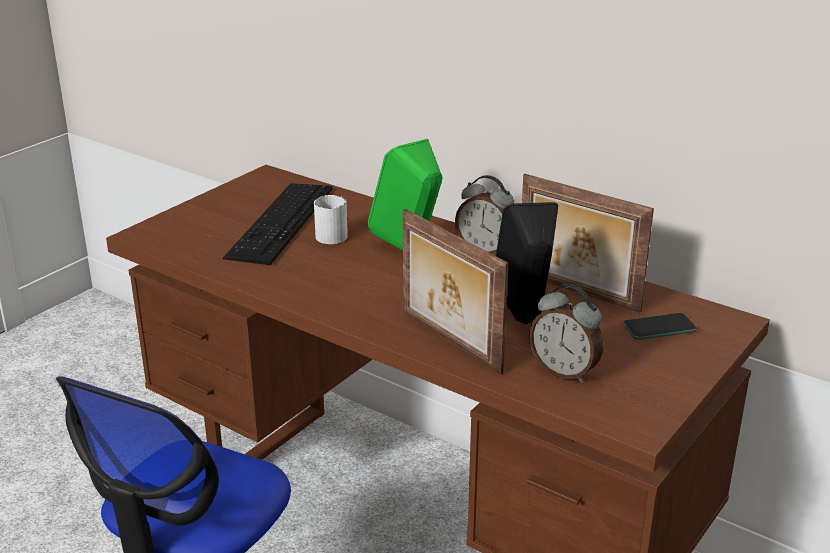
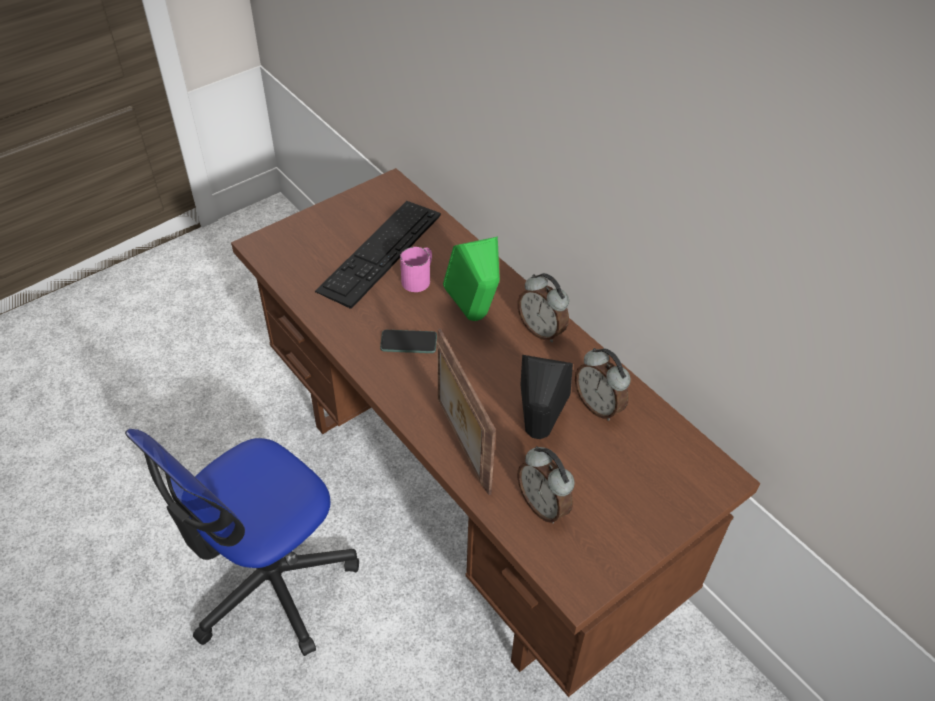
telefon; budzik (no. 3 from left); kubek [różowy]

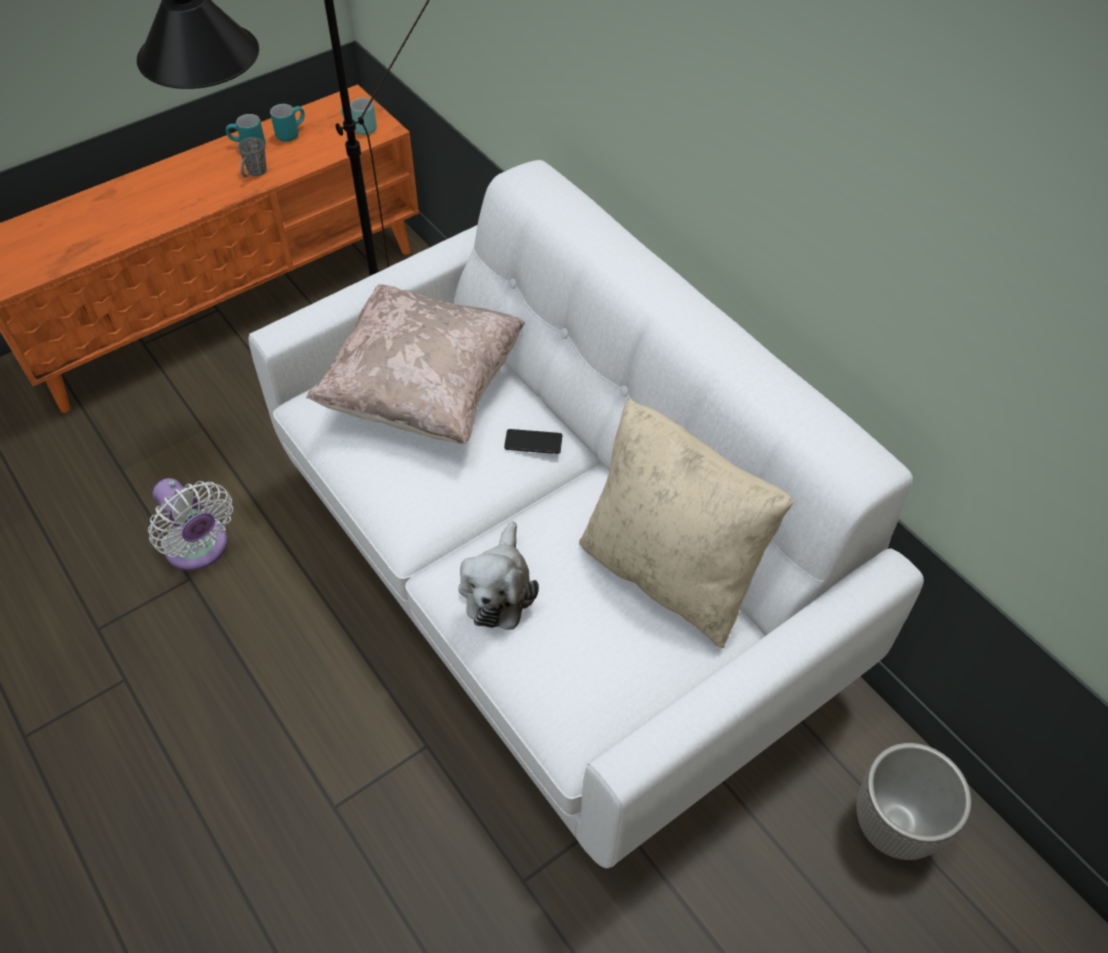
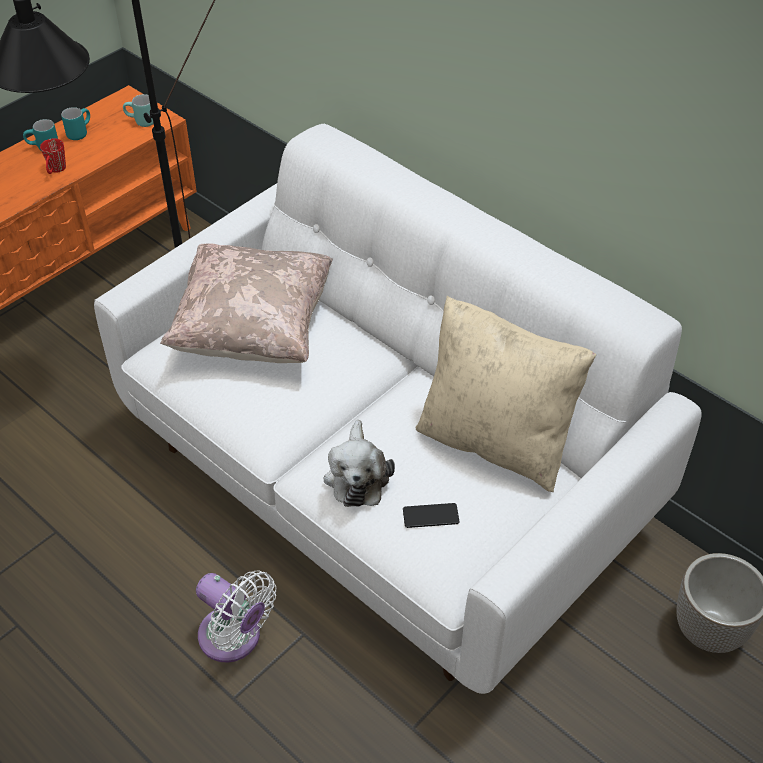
wentylator [biały]; telefon; kubek [czerwony]

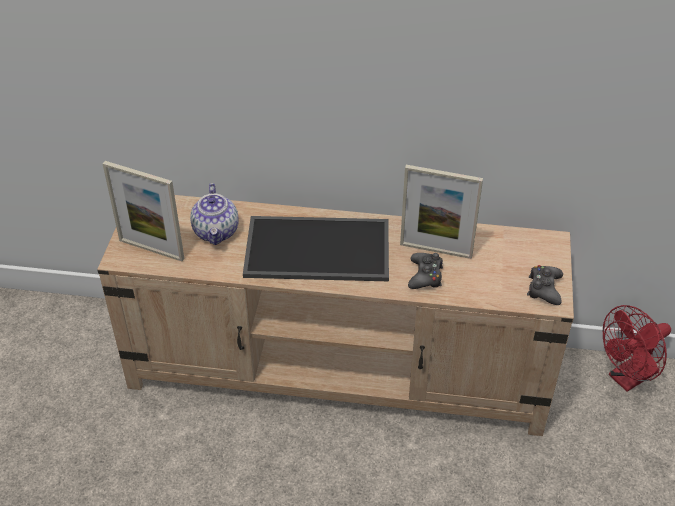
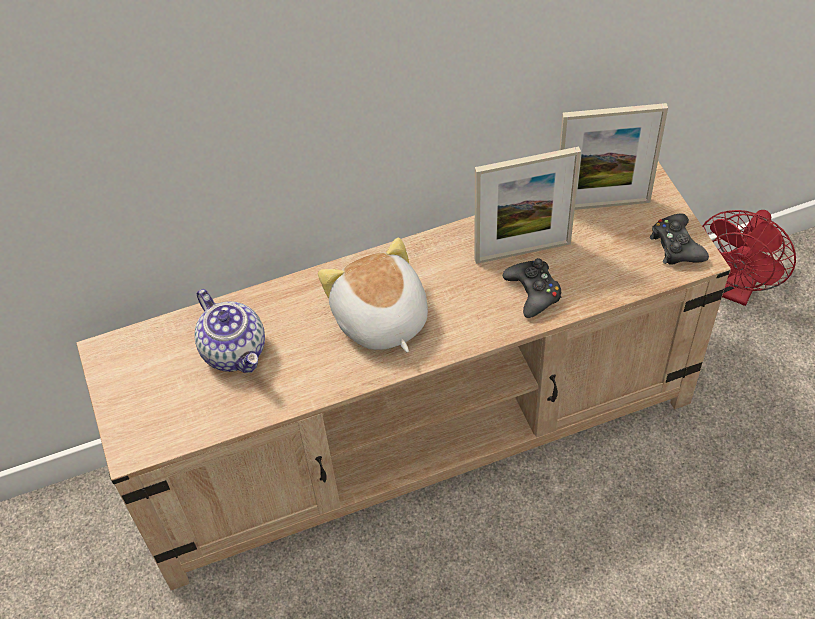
ramka na zdjęcie (no. 2 from left); pluszak

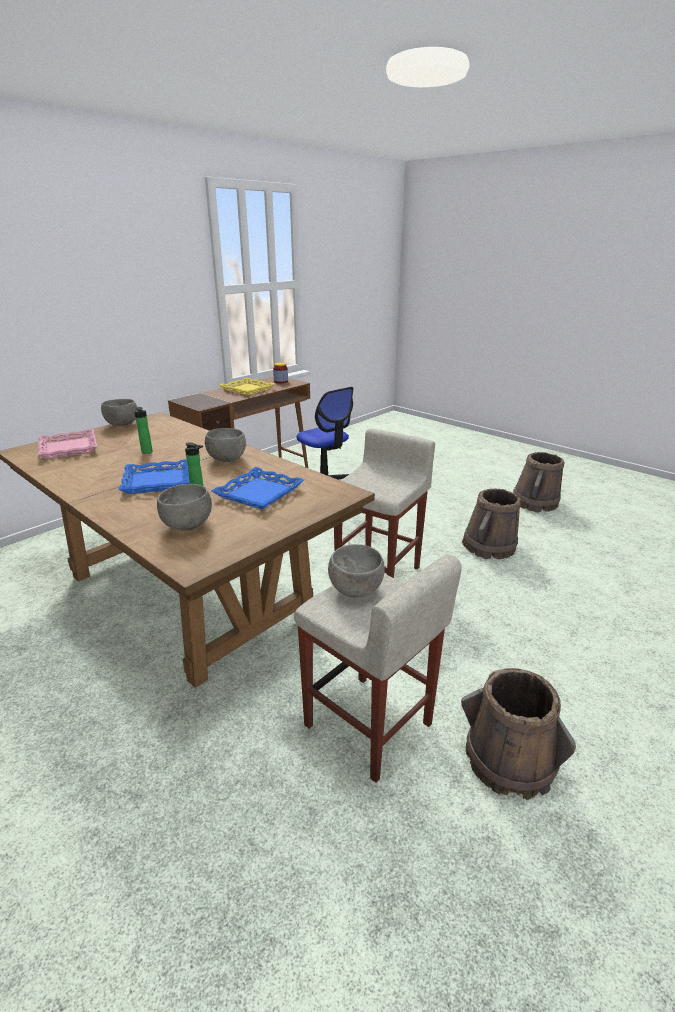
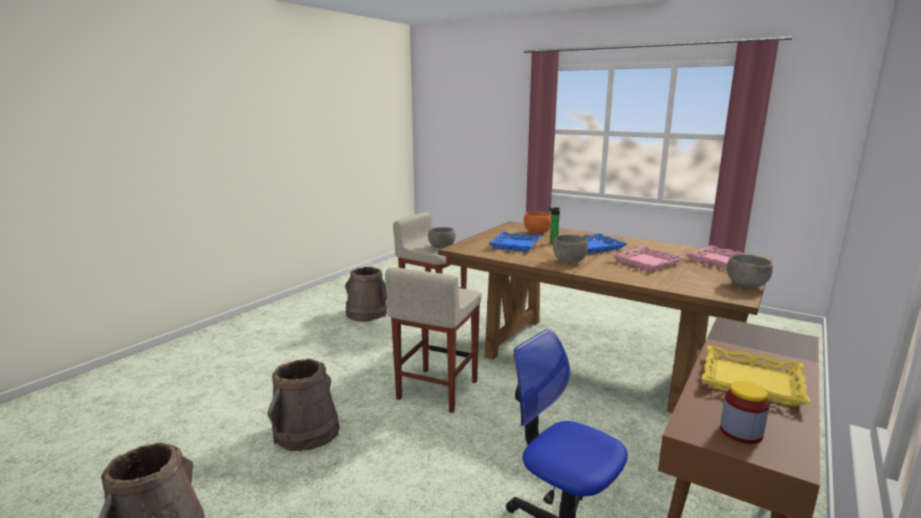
taca [różowy] (no. 1 from left); miska [pomarańczowy]

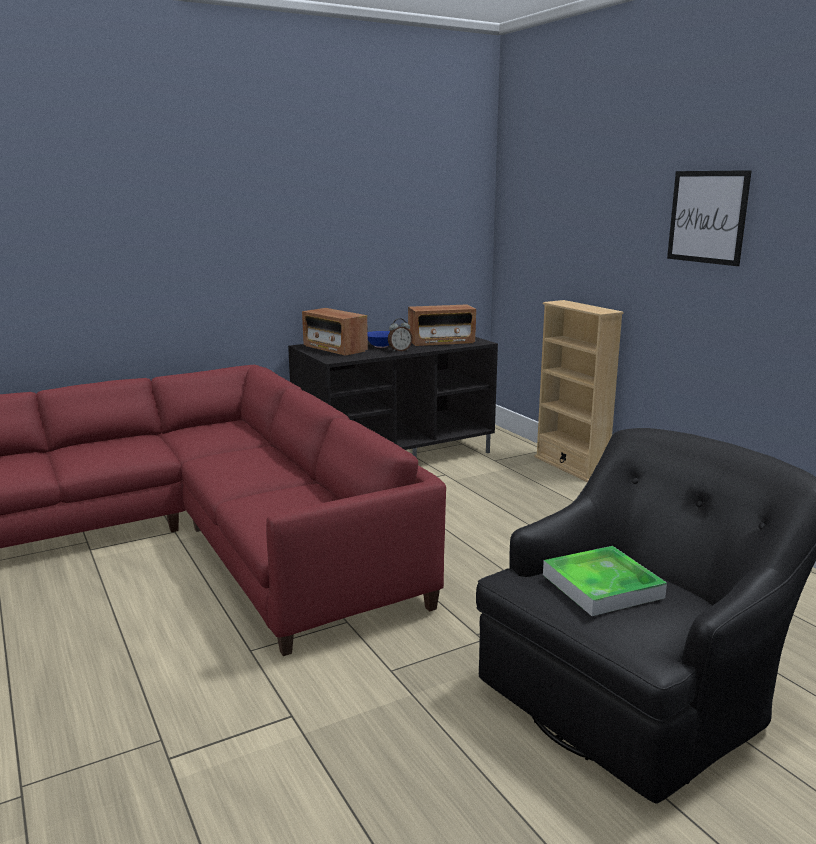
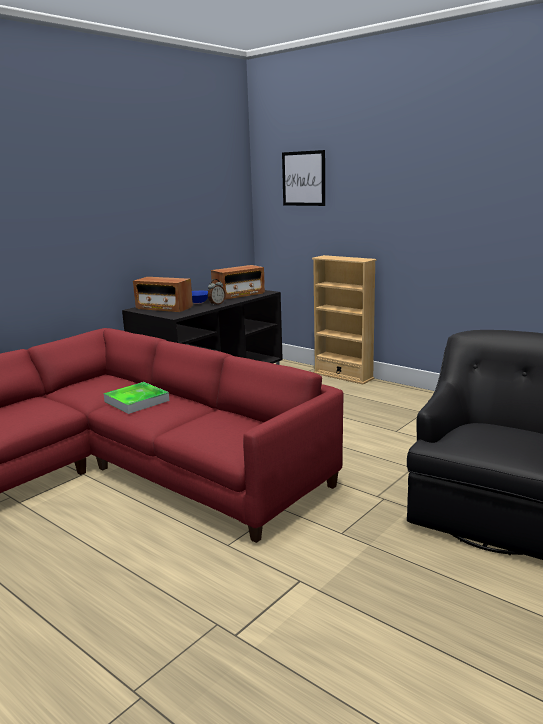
taca; obraz

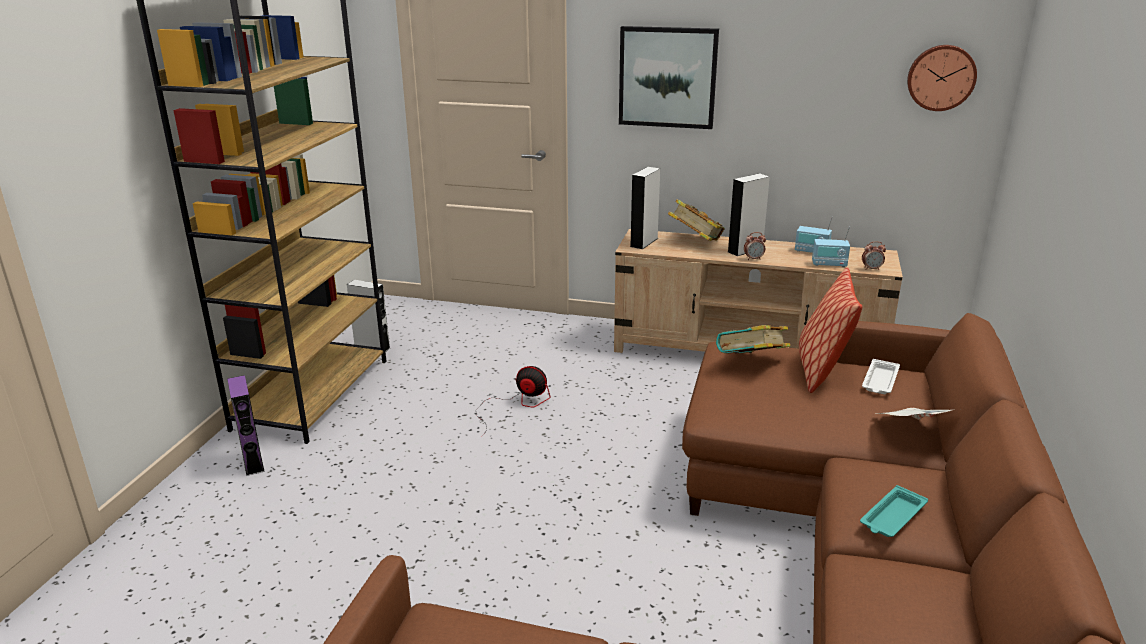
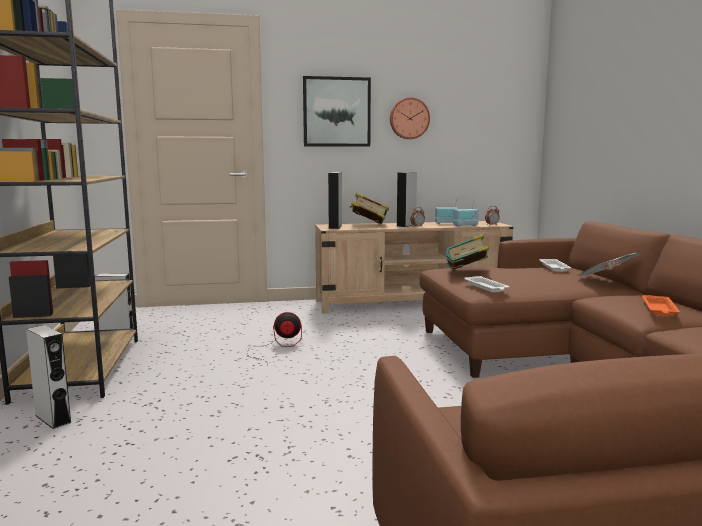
poduszka; taca [biały] (no. 1 from left); zegar ścienny; głośnik [szary] (no. 1 from left); taca [pomarańczowy]

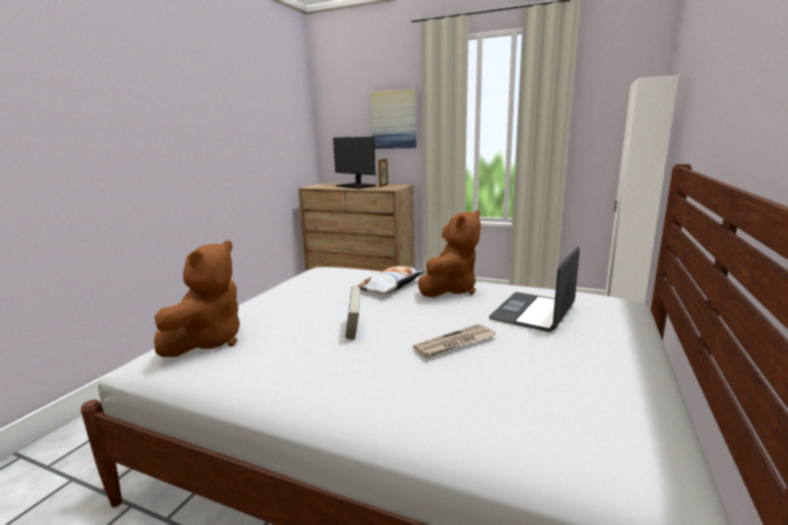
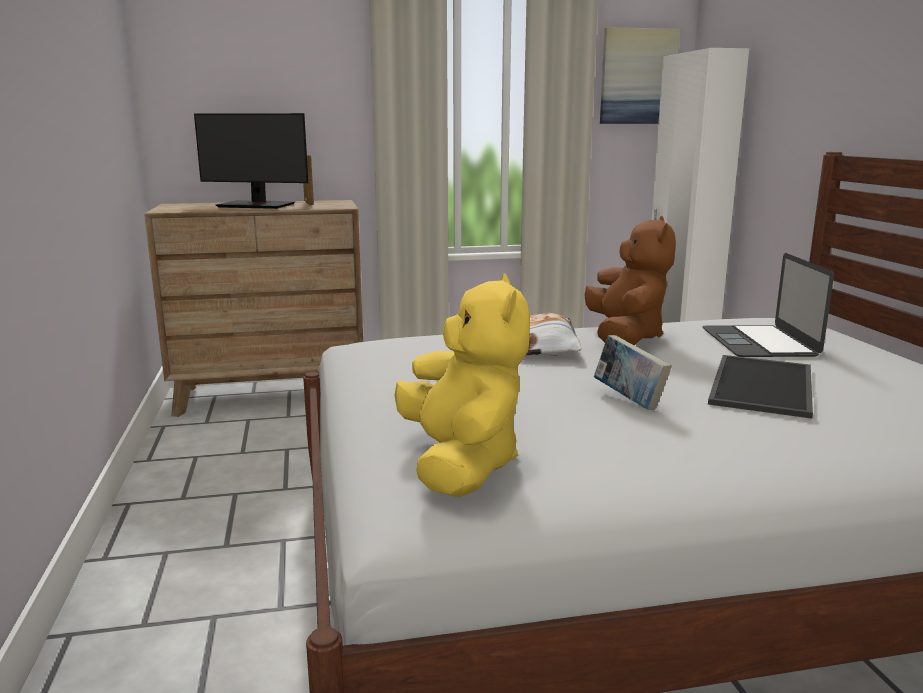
obraz; taca; pluszak [żółty]

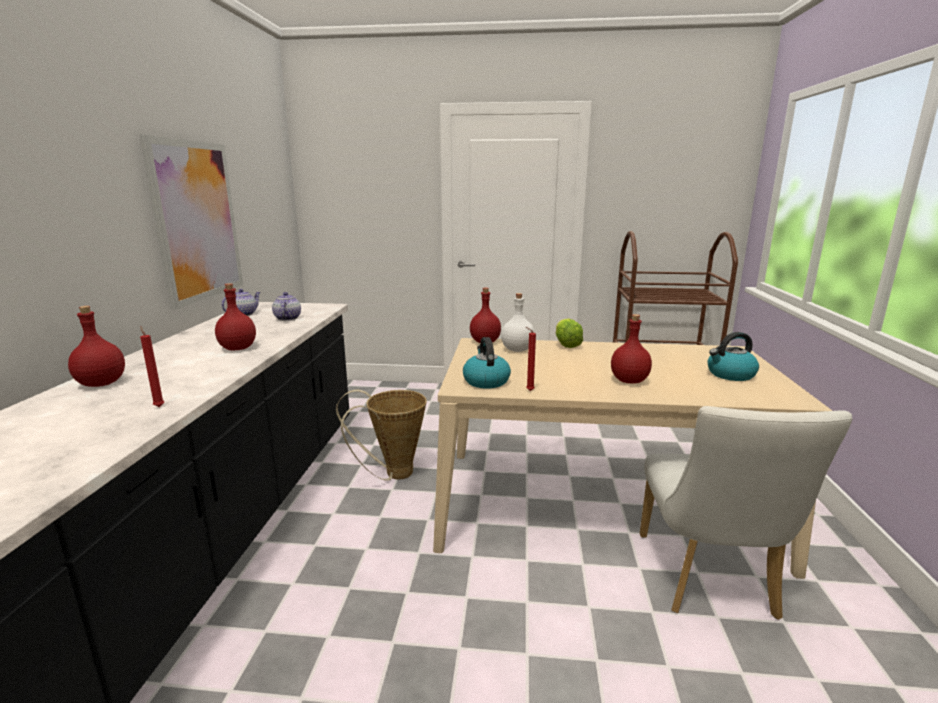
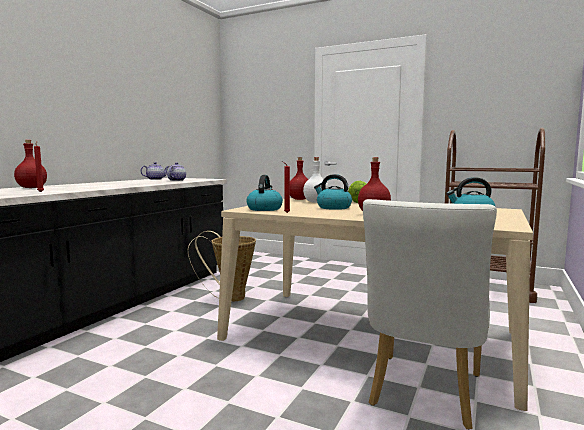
obraz; butelka [czerwony] (no. 2 from left in the first image); czajnik (no. 2 from left)

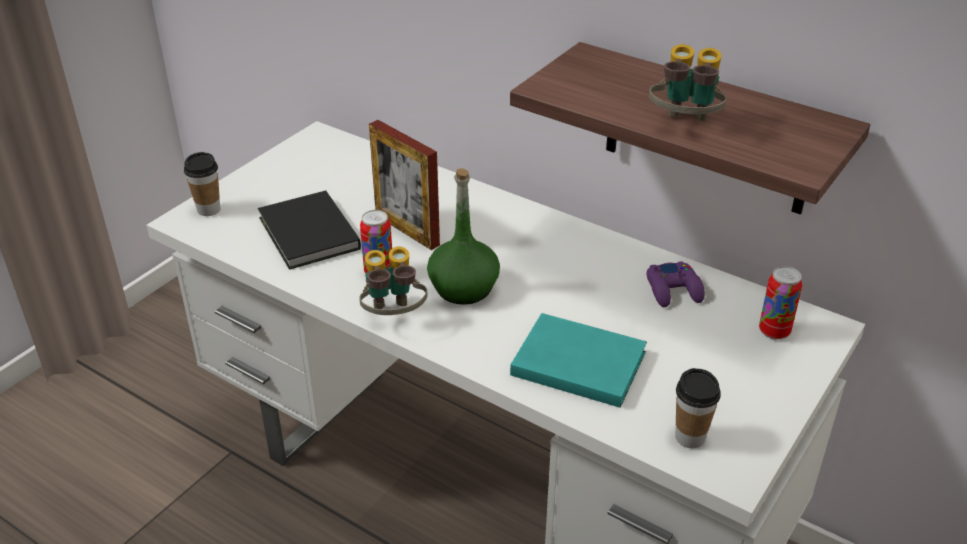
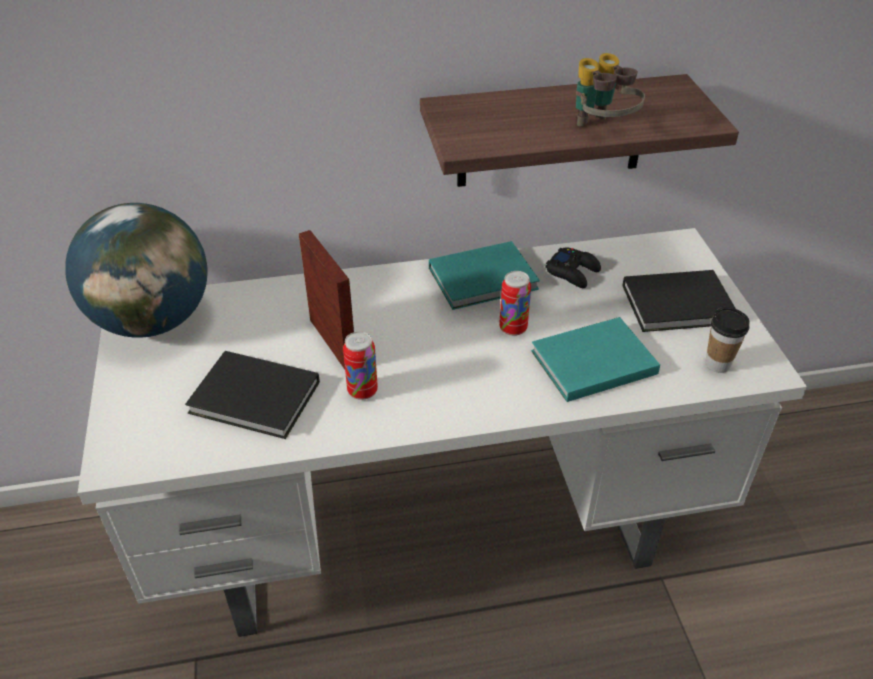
filiżanka (no. 1 from left in the first image); lornetka (no. 1 from left in the first image); butelka [zielony]; globus; książka [turkusowy] (no. 1 from left); książka [czarny] (no. 2 from left); puszka (no. 2 from left); pad do gier [czarny]; ramka na zdjęcie

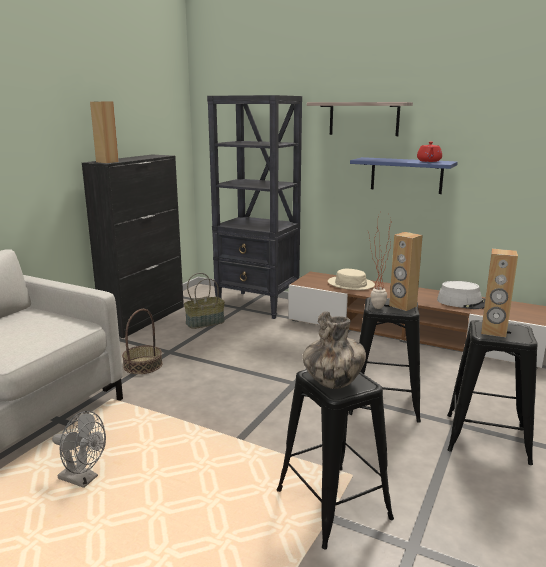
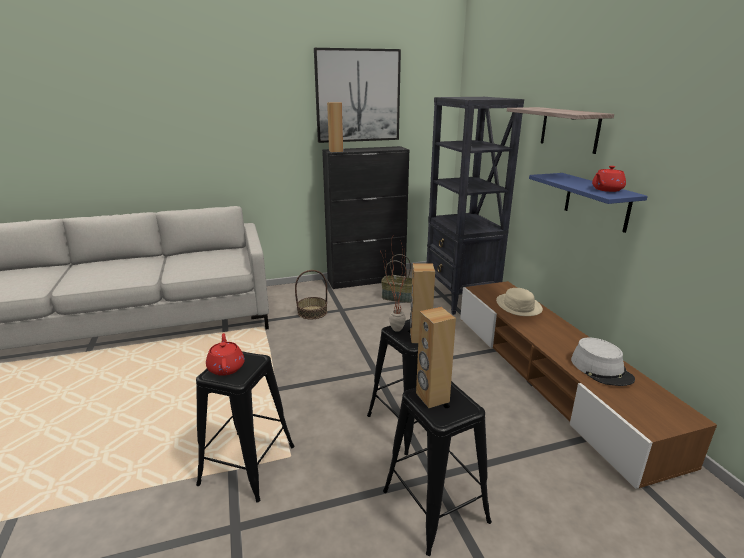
wentylator [szary]; obraz; imbryk [czerwony] (no. 1 from left)

